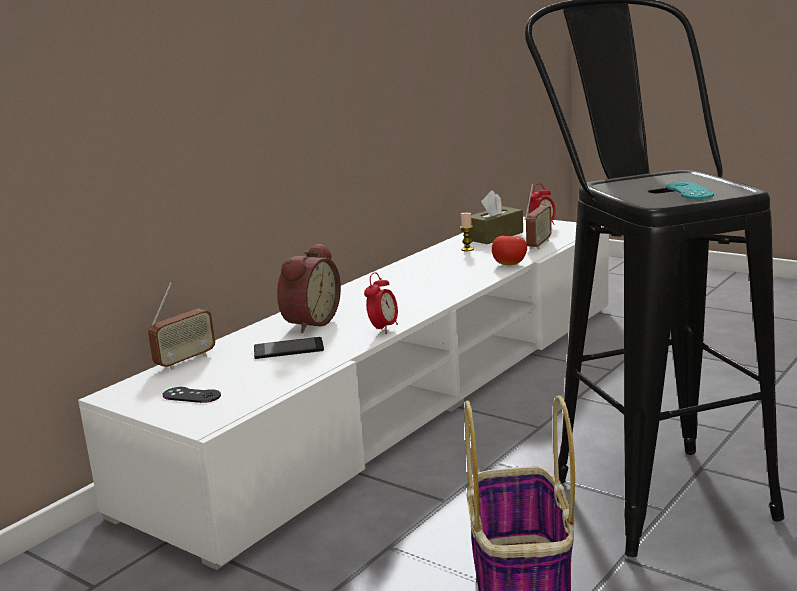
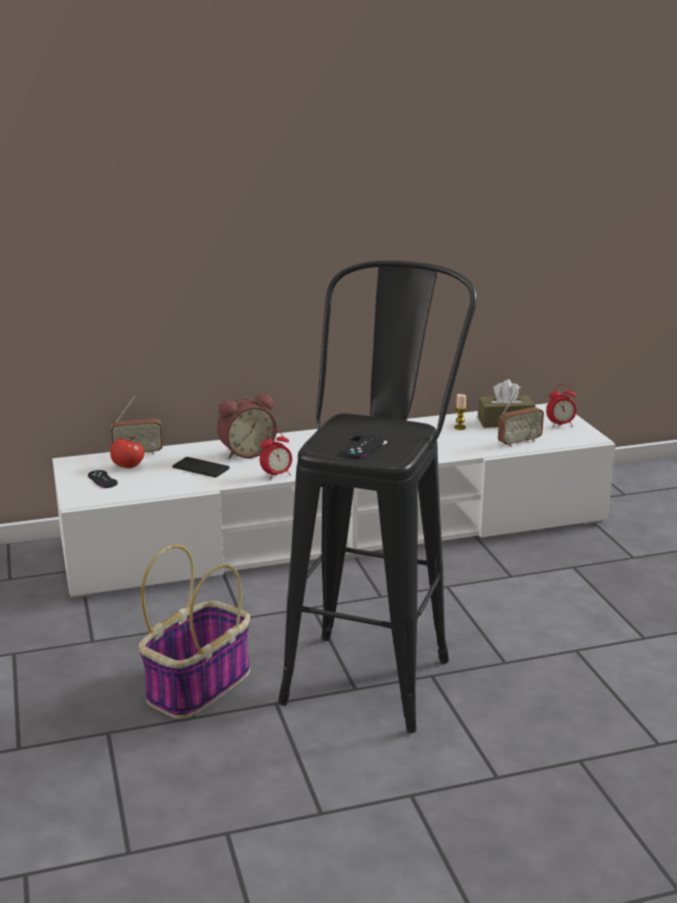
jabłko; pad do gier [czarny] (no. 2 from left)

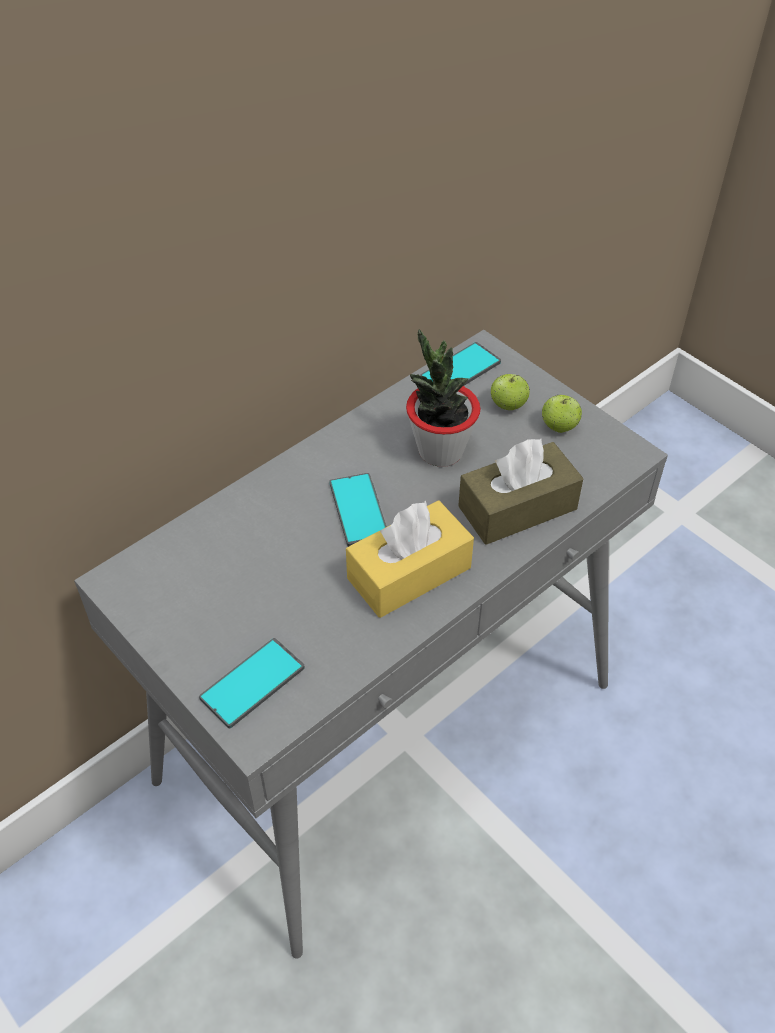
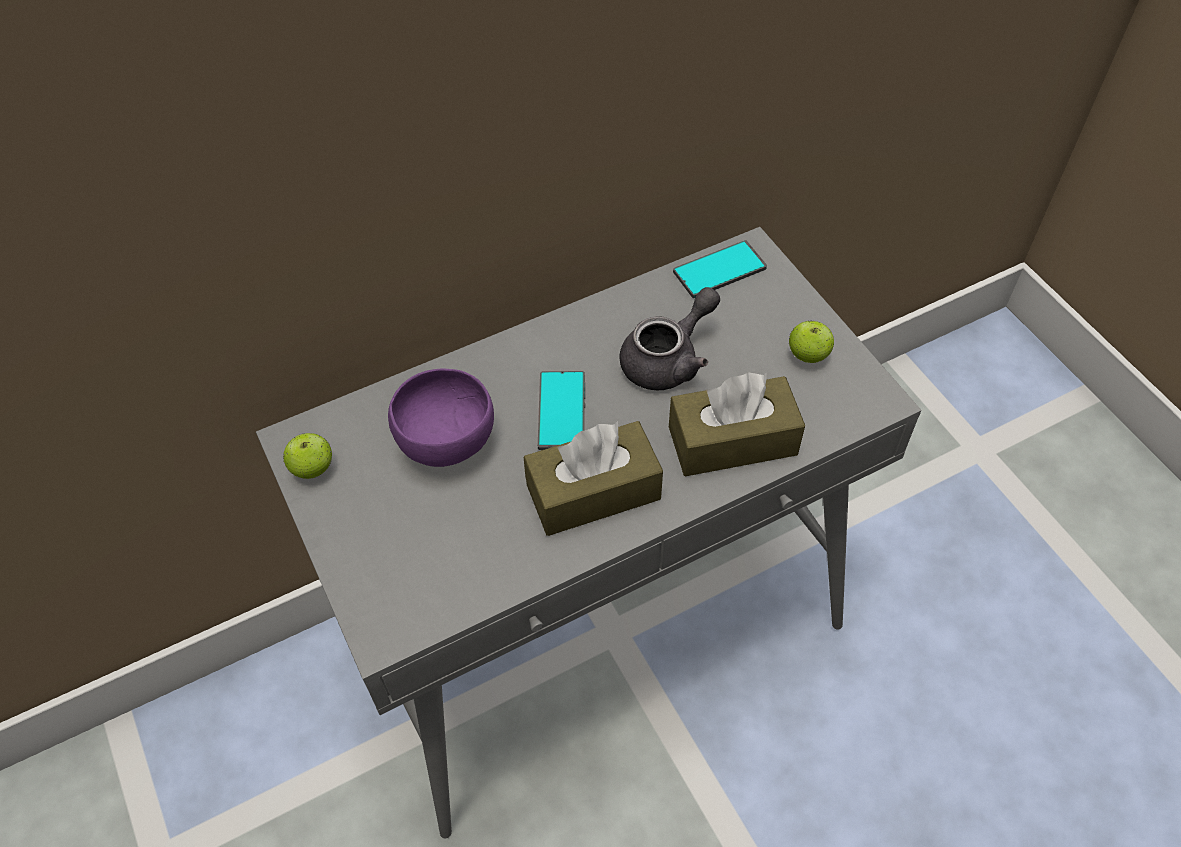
telefon (no. 1 from left in the first image); miska [fioletowy]; jabłko (no. 1 from left); imbryk [szary]; pudełko chusteczek [brązowy] (no. 1 from left)

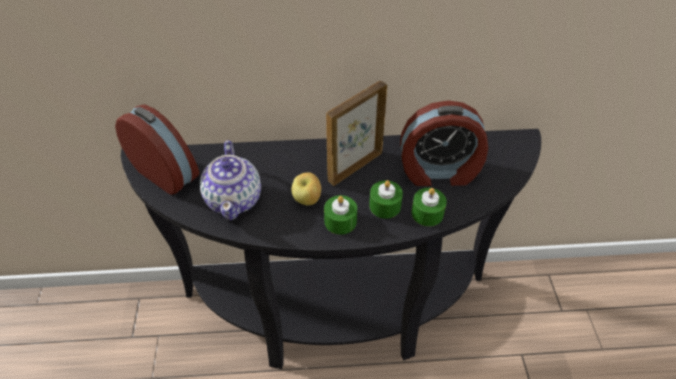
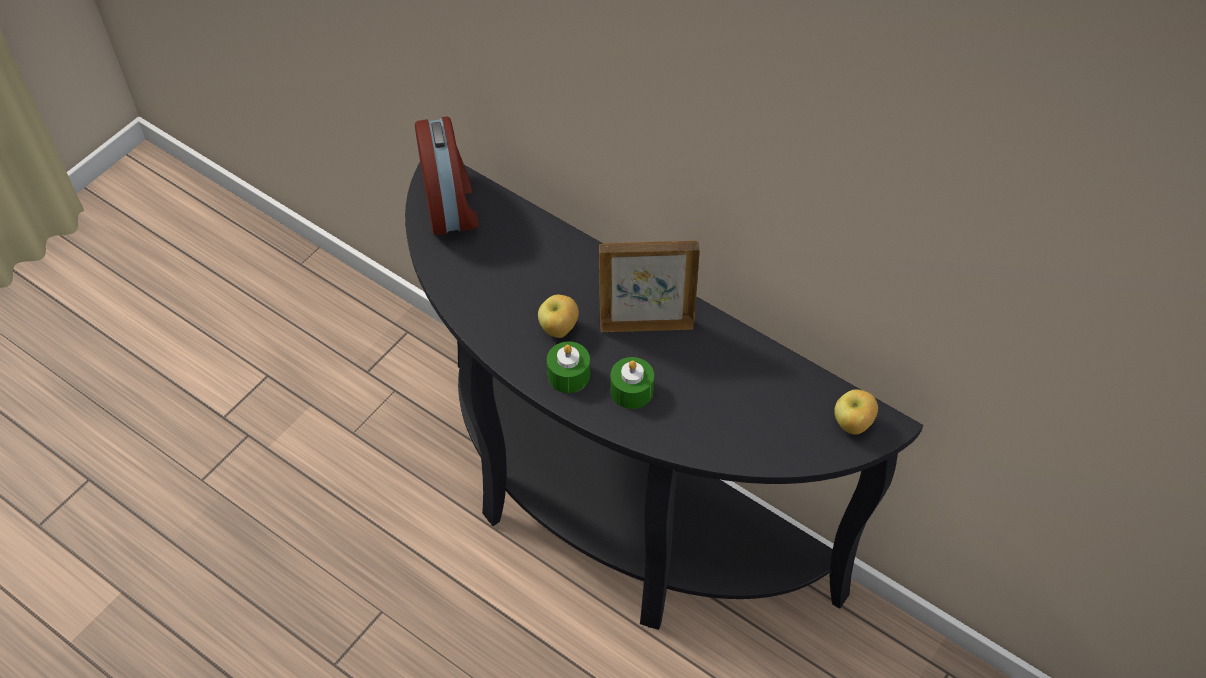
imbryk; budzik (no. 2 from left in the first image); świeca [zielony] (no. 3 from left in the first image); jabłko (no. 2 from left)

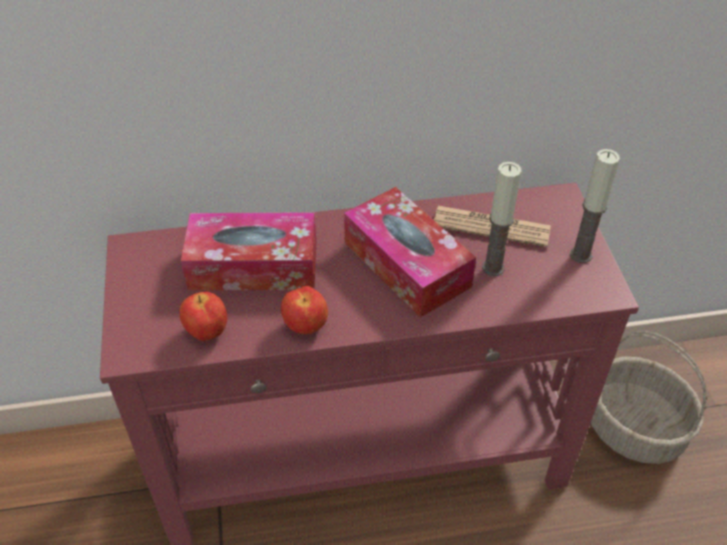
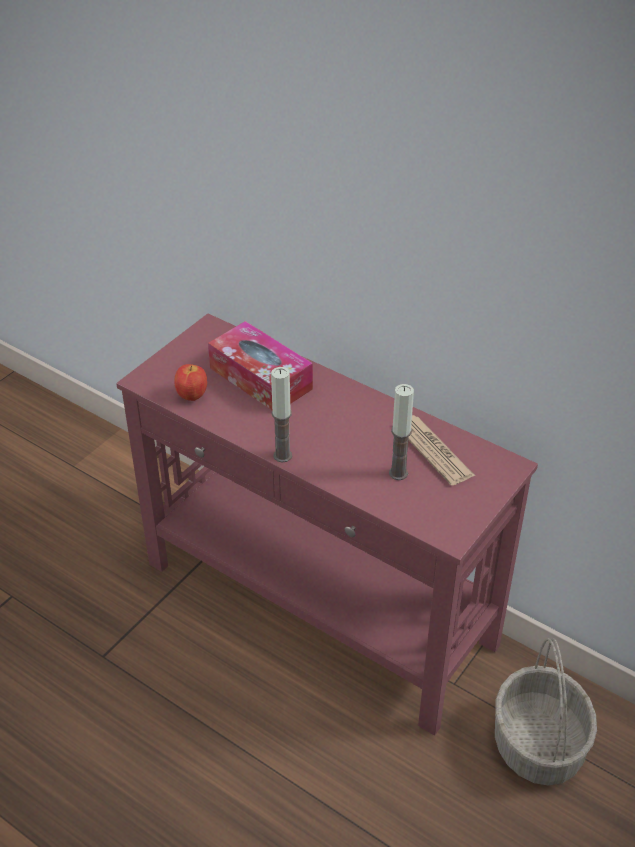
jabłko (no. 2 from left in the first image); pudełko chusteczek (no. 2 from left in the first image); świeca (no. 1 from left)

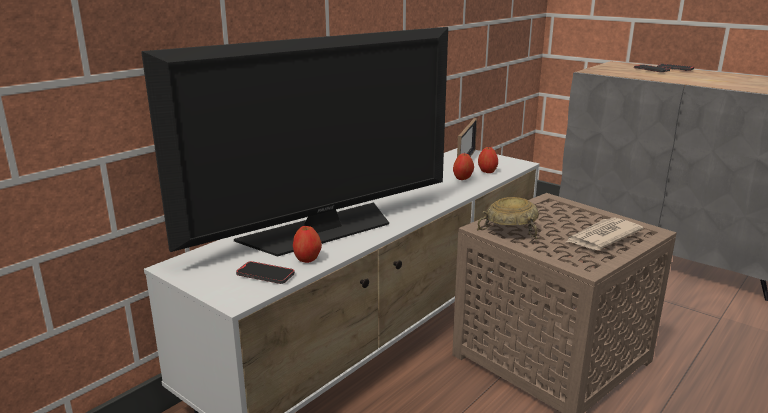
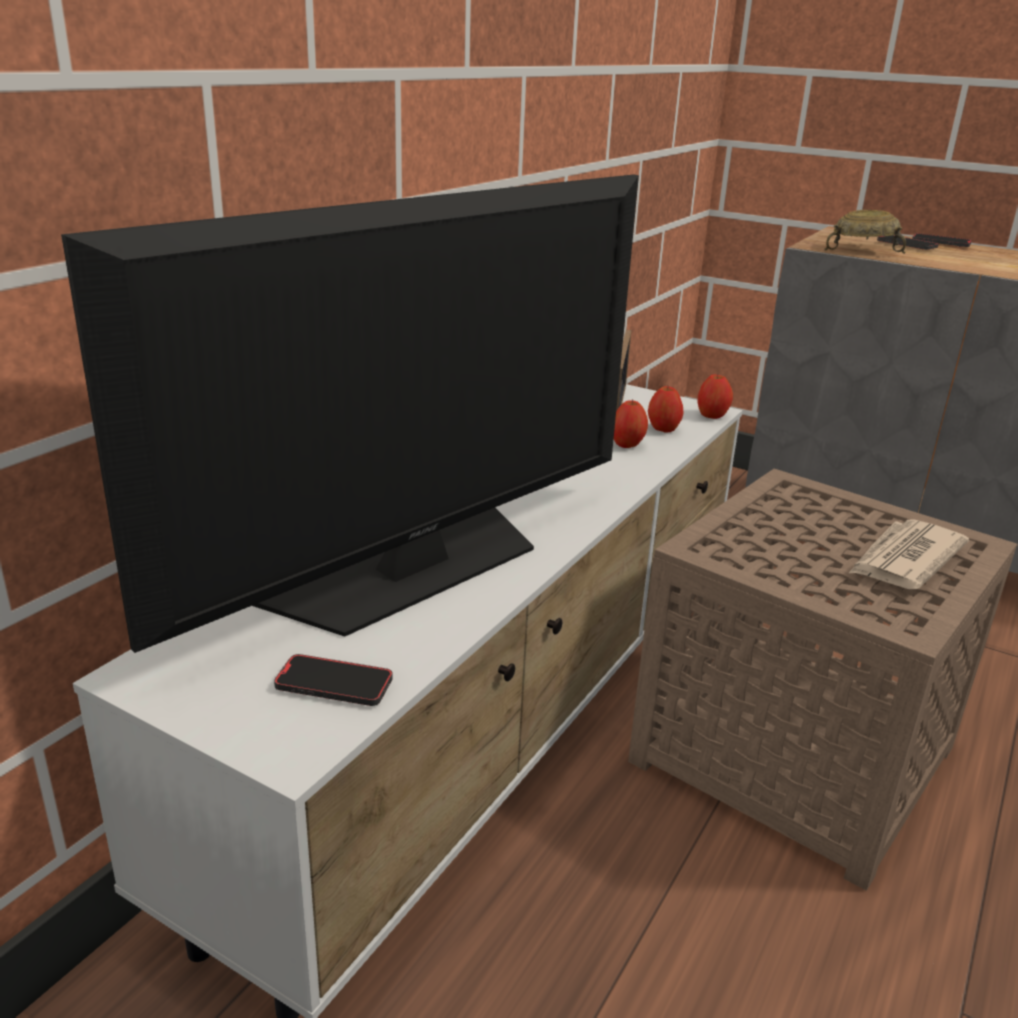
jabłko (no. 3 from left); miska [beżowy]

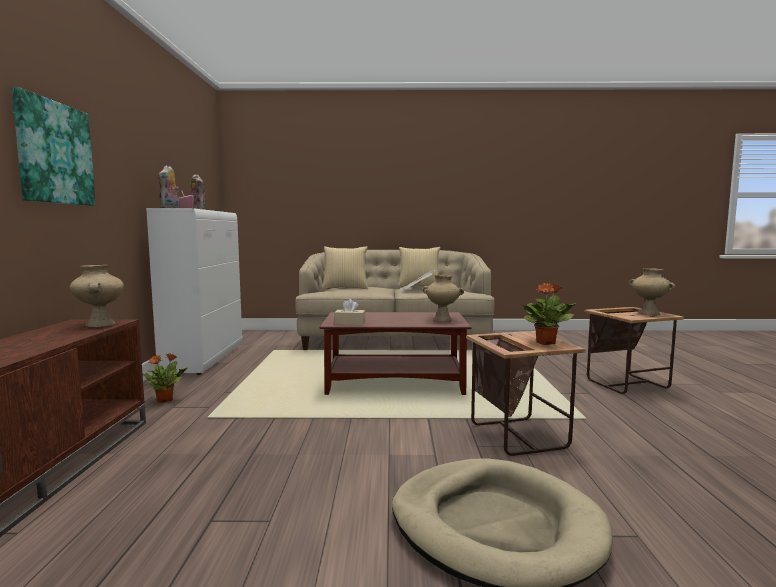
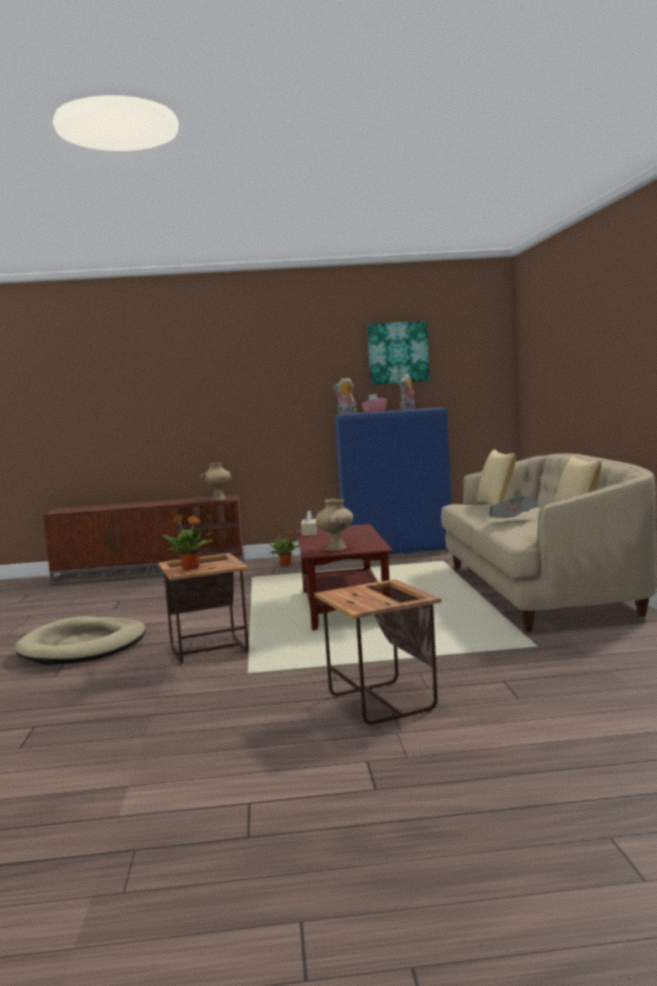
wazon [beżowy] (no. 3 from left in the first image); obraz; szafka [niebieski]

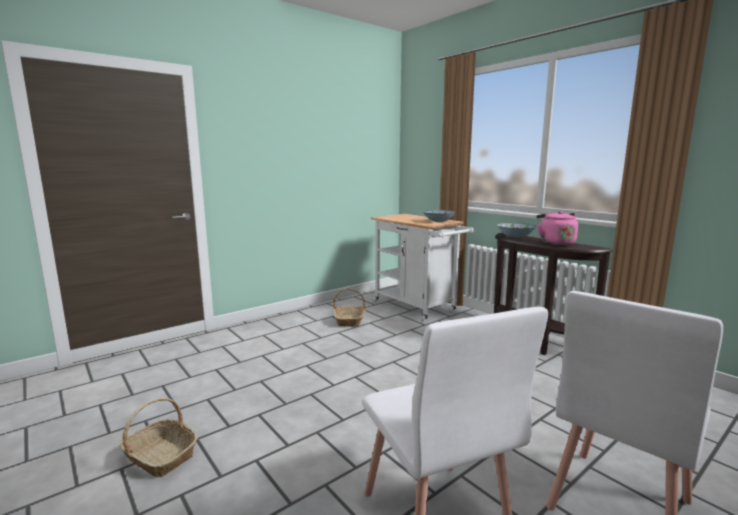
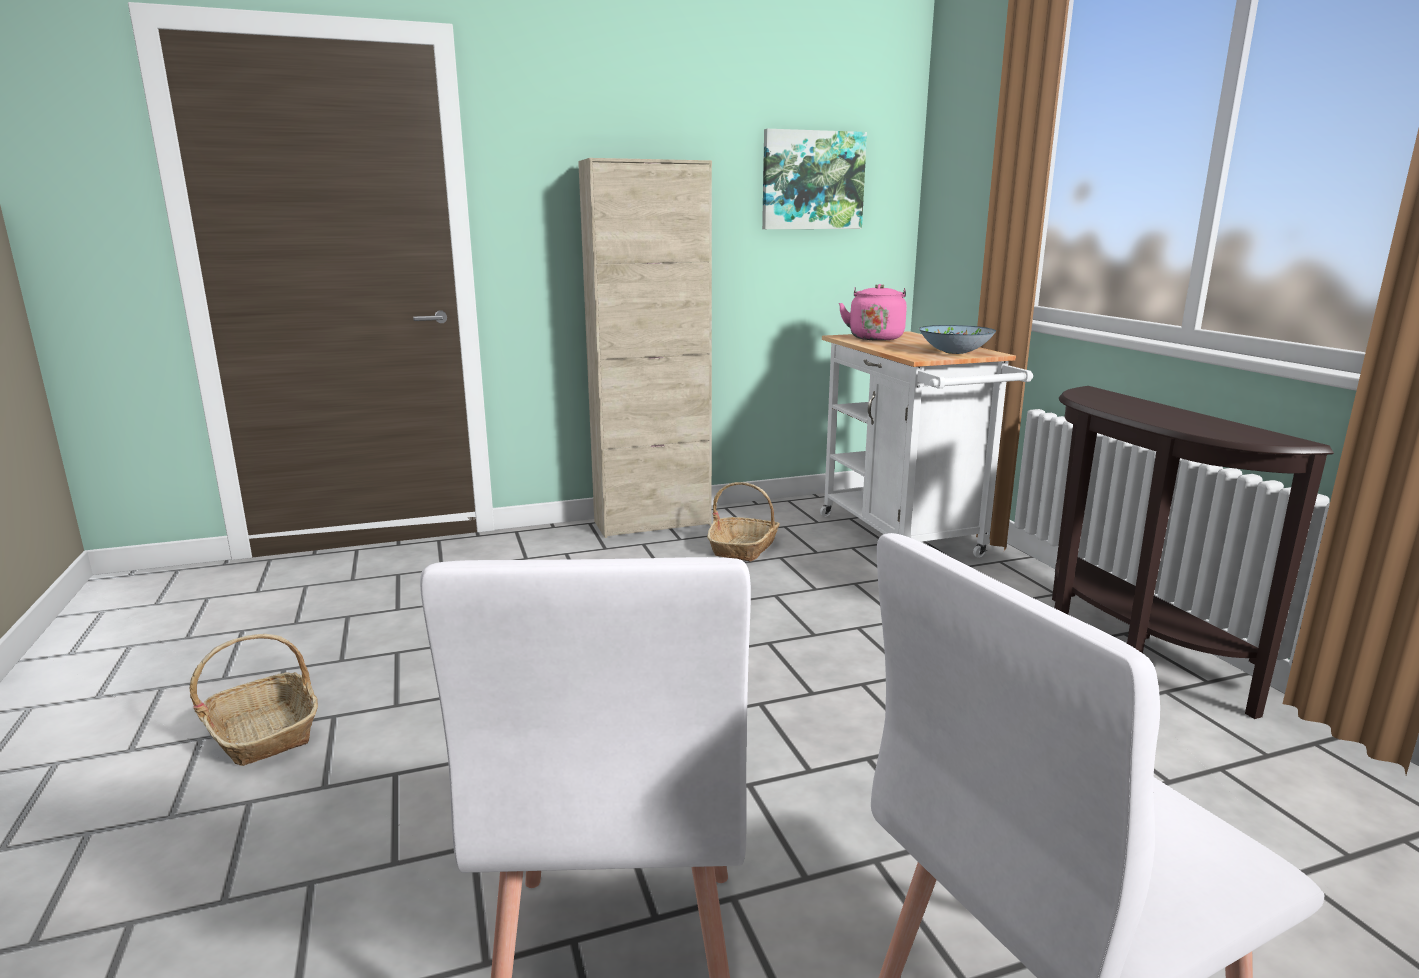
miska (no. 2 from left in the first image); szafka [beżowy]; obraz; czajnik [różowy]

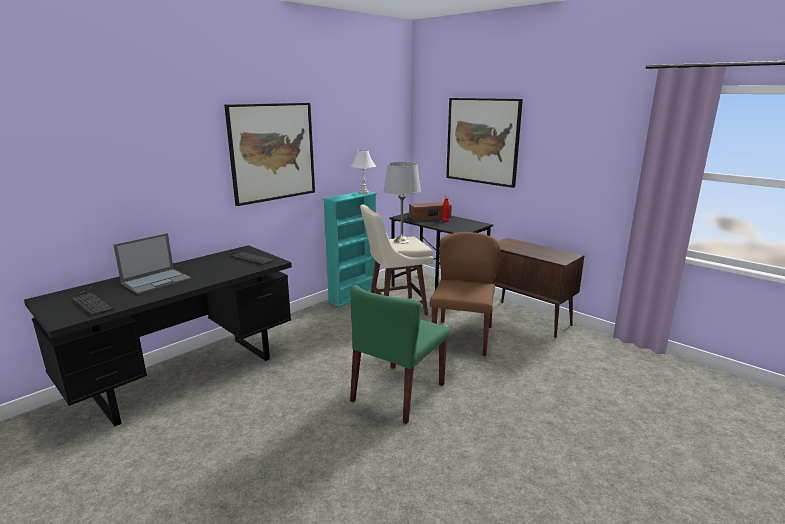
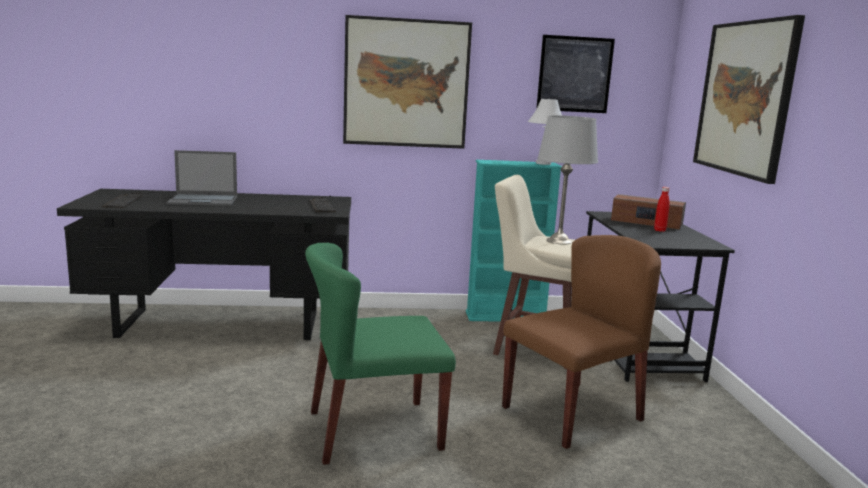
szafka [brązowy]; obraz (no. 2 from left)

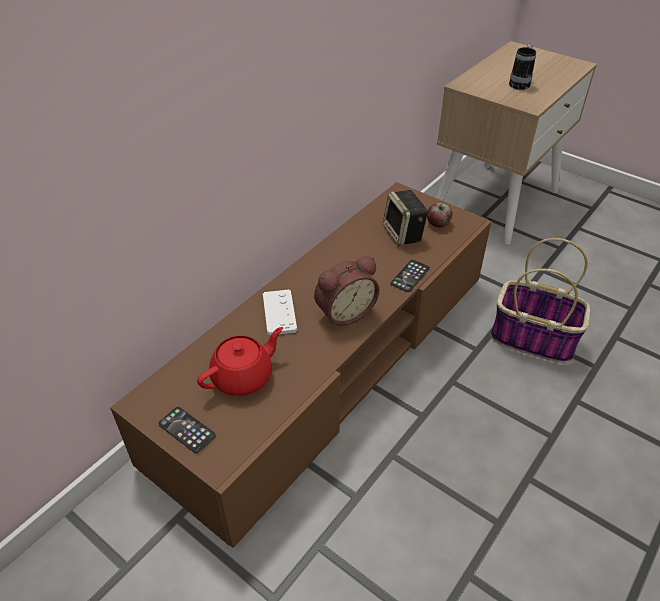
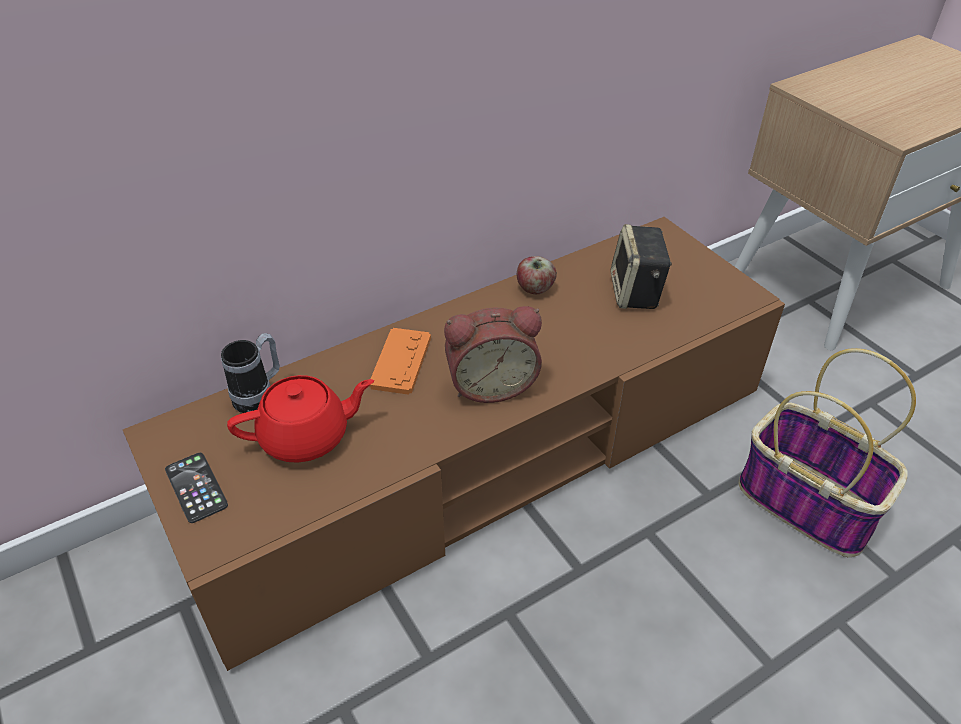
telefon (no. 2 from left in the first image); jabłko; kubek; pad do gier [pomarańczowy]

